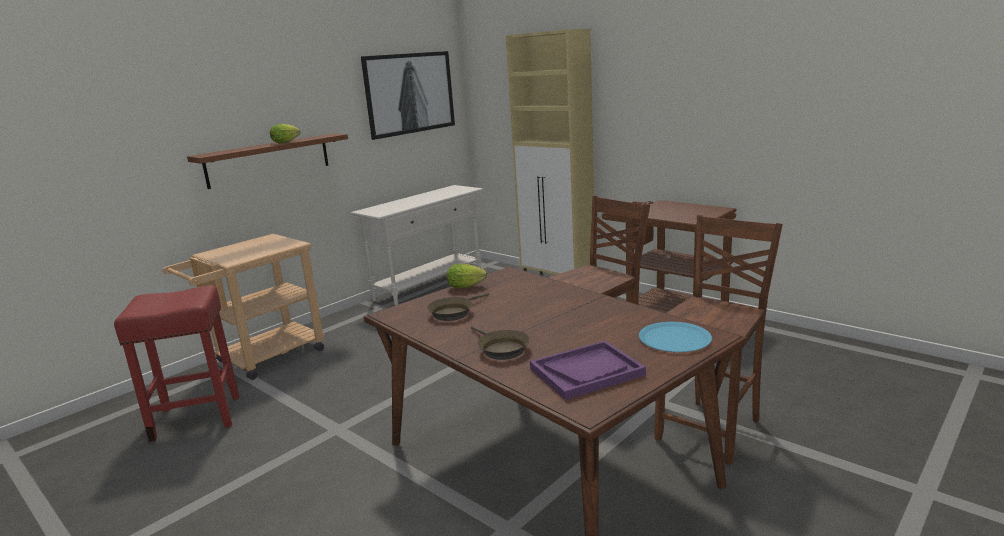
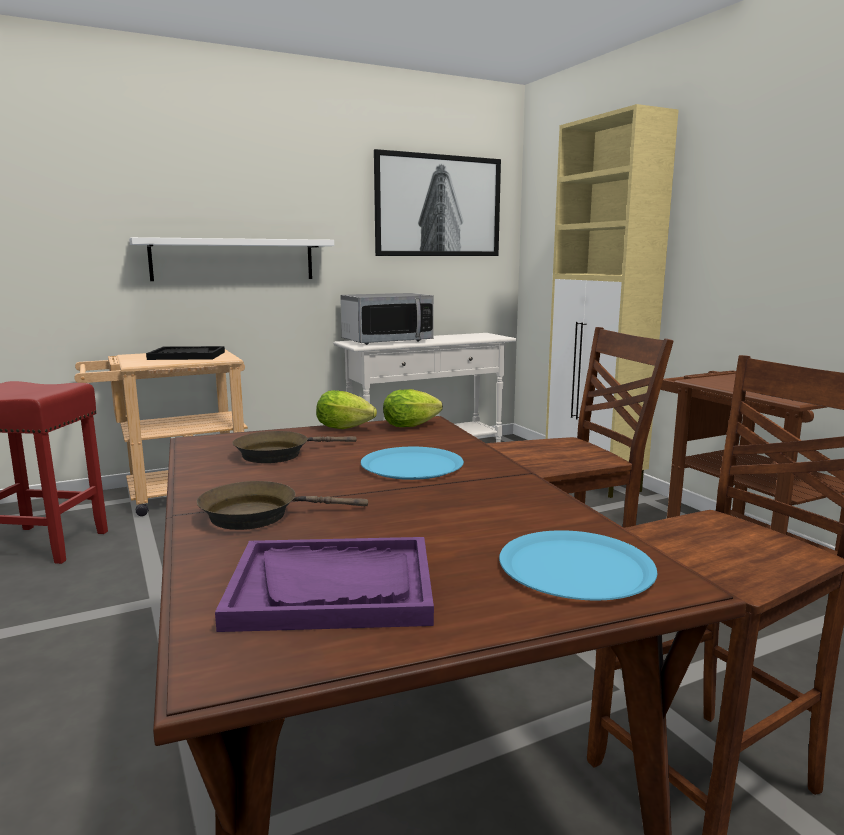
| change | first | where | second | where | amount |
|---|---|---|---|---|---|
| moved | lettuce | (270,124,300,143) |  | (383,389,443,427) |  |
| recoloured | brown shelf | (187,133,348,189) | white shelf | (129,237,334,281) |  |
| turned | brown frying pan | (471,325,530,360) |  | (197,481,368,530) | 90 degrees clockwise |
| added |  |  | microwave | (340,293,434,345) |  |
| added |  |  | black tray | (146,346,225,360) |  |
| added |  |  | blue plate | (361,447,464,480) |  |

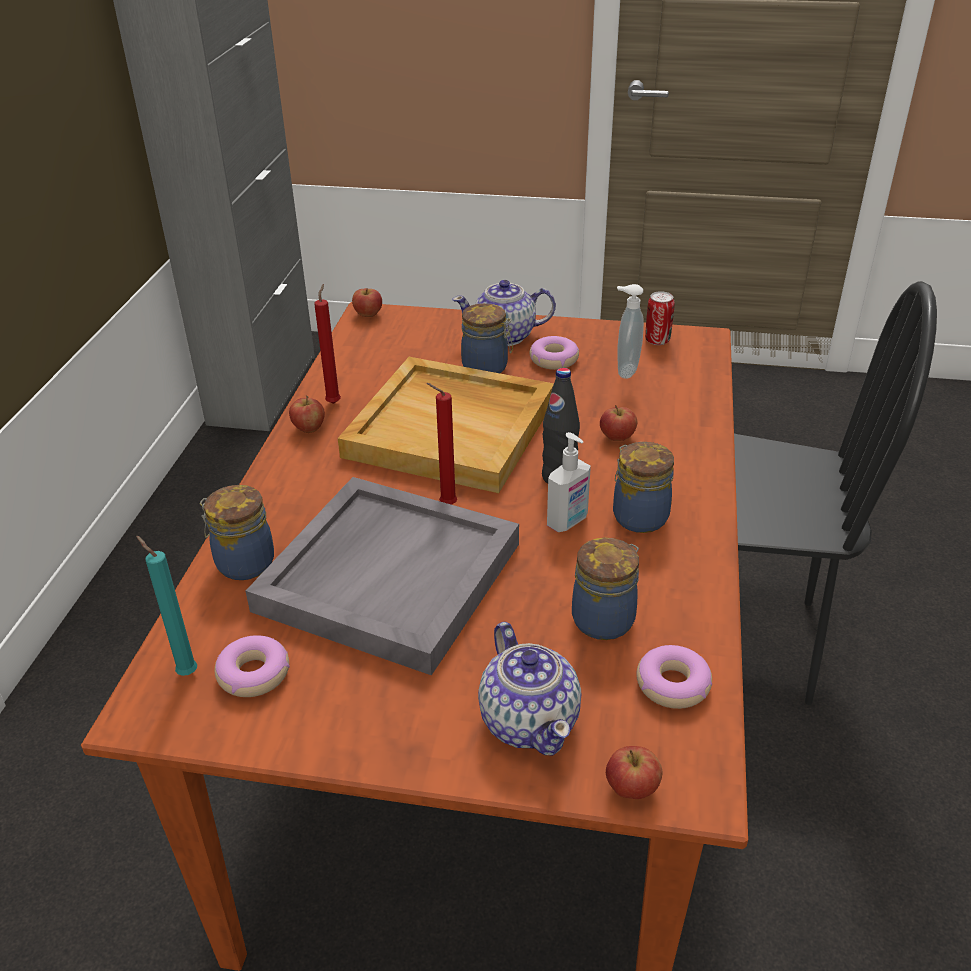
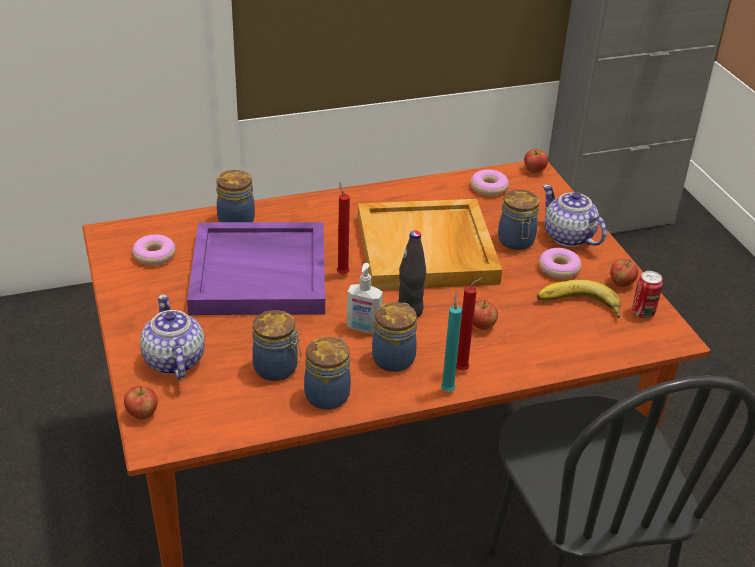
| change | first | where | second | where | amount |
|---|---|---|---|---|---|
| moved | red candle | (314,284,341,404) |  | (456,277,483,371) |  |
| replaced | soap dispenser | (617,284,644,379) | banana | (537,280,621,318) |  |
| moved | apple | (289,395,325,433) |  | (610,259,638,287) |  |
| recoloured | grey tray | (246,477,519,676) | purple tray | (187,222,325,315) |  |
| moved | turquoise candle | (136,536,197,676) |  | (441,292,462,392) |  |
| turned | teapot | (478,622,581,755) |  | (140,294,205,379) | 120 degrees clockwise |
| moved | donut | (636,645,712,709) |  | (471,170,509,196) |  |
| added |  |  | jar | (304,337,351,410) |  |

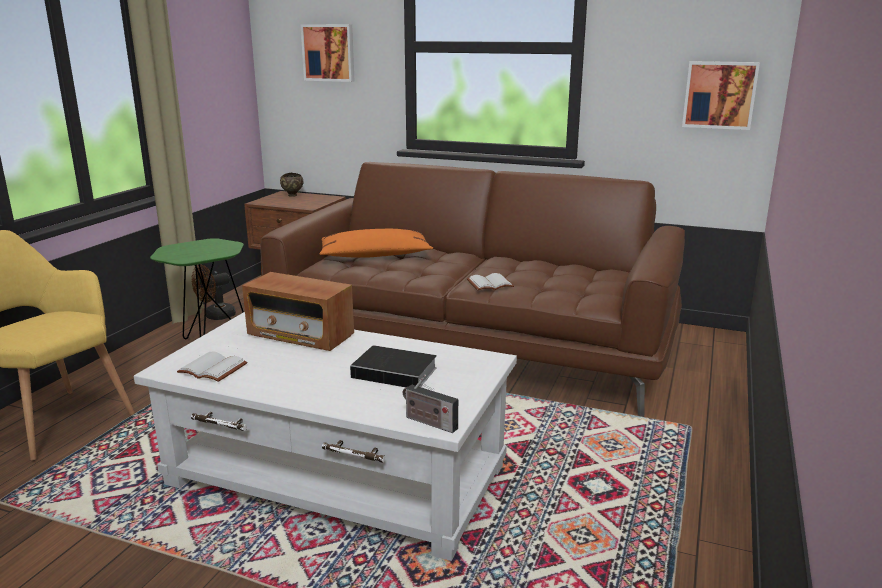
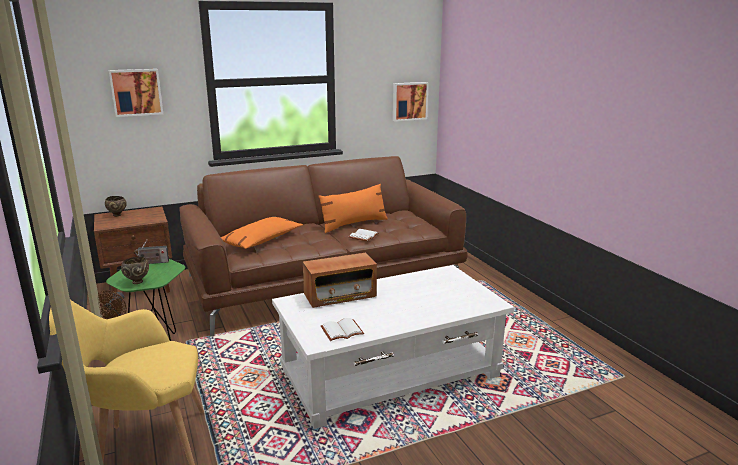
| change | first | where | second | where | amount |
|---|---|---|---|---|---|
| removed | book | (350,345,437,390) |  |  |  |
| moved | radio | (403,375,458,433) |  | (135,240,169,264) |  |
| added |  |  | orange pillow | (318,184,388,233) |  |
| added |  |  | brown bowl | (121,257,149,284) |  |

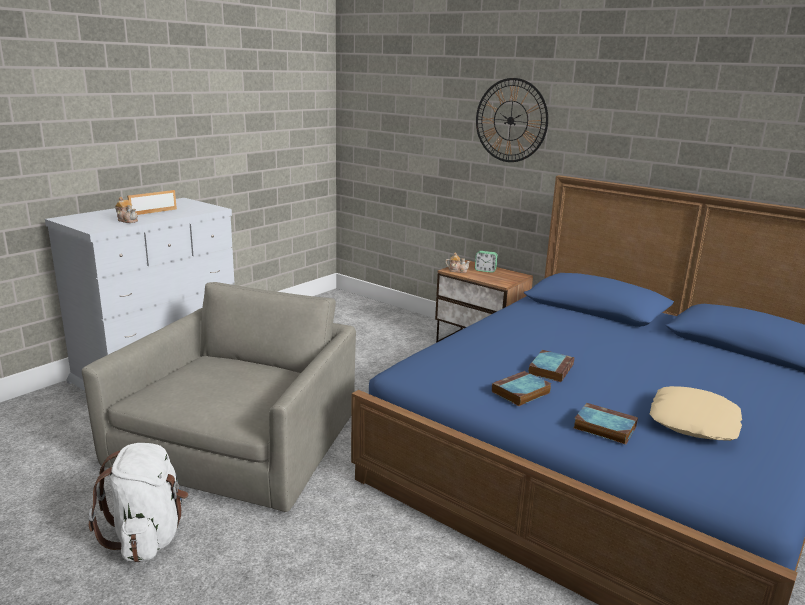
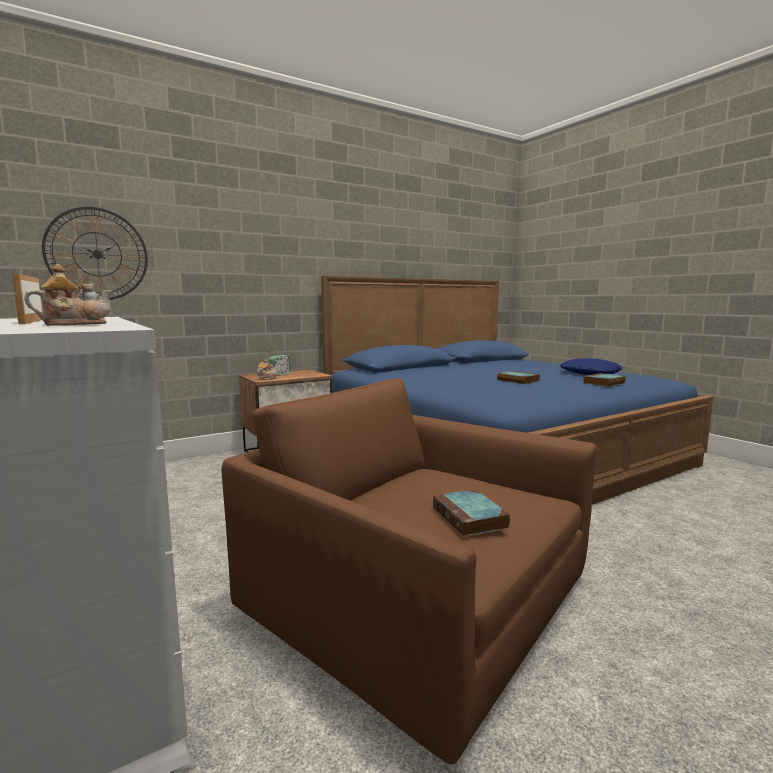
| change | first | where | second | where | amount |
|---|---|---|---|---|---|
| moved | wall clock | (476,78,548,162) |  | (42,207,148,300) |  |
| recoloured | grey armchair | (82,282,356,512) | brown armchair | (221,378,597,765) |  |
| moved | book | (492,371,551,406) |  | (433,489,511,537) |  |
| recoloured | beige pillow | (650,386,742,441) | blue pillow | (560,358,623,375) |  |
| removed | white backpack | (89,443,188,562) |  |  |  |

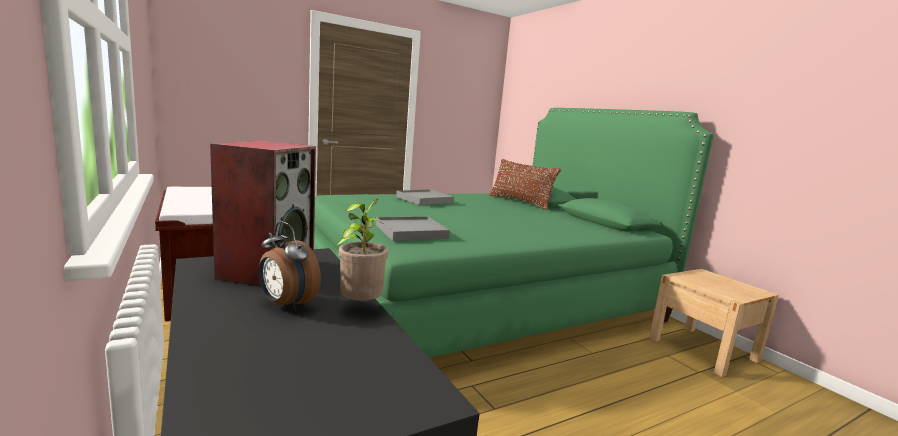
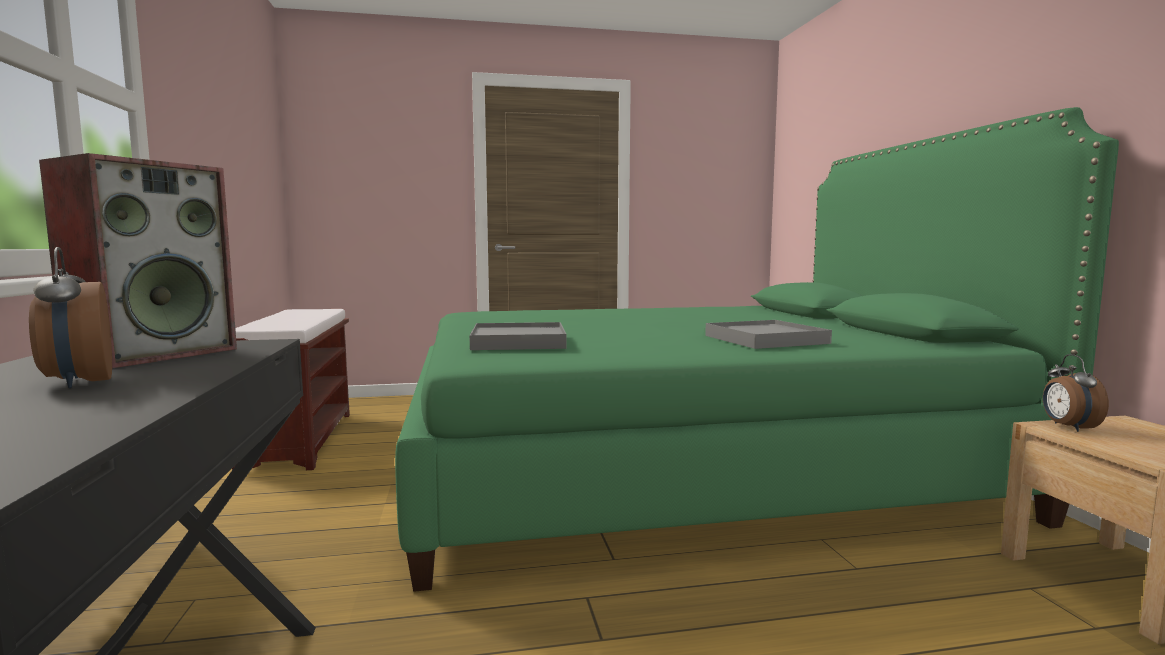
| change | first | where | second | where | amount |
|---|---|---|---|---|---|
| removed | brown pillow | (489,159,561,210) |  |  |  |
| moved | grey tray | (396,189,454,205) |  | (705,320,832,349) |  |
| removed | potted plant | (337,198,388,301) |  |  |  |
| added |  |  | alarm clock | (1043,354,1109,432) |  |

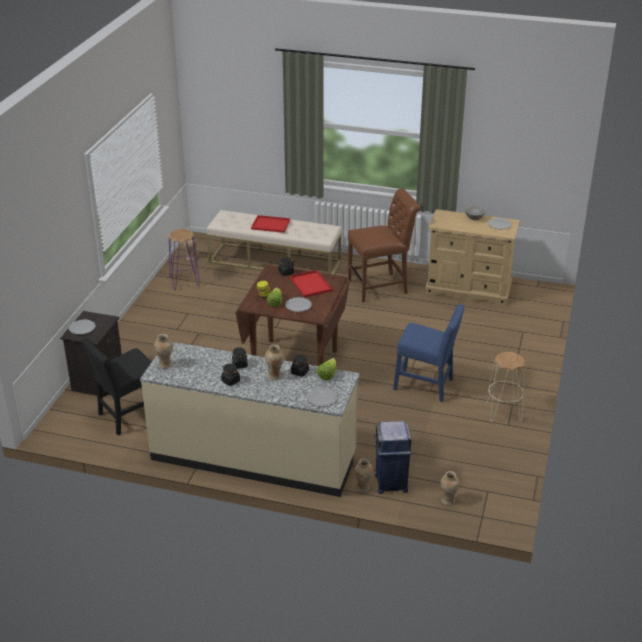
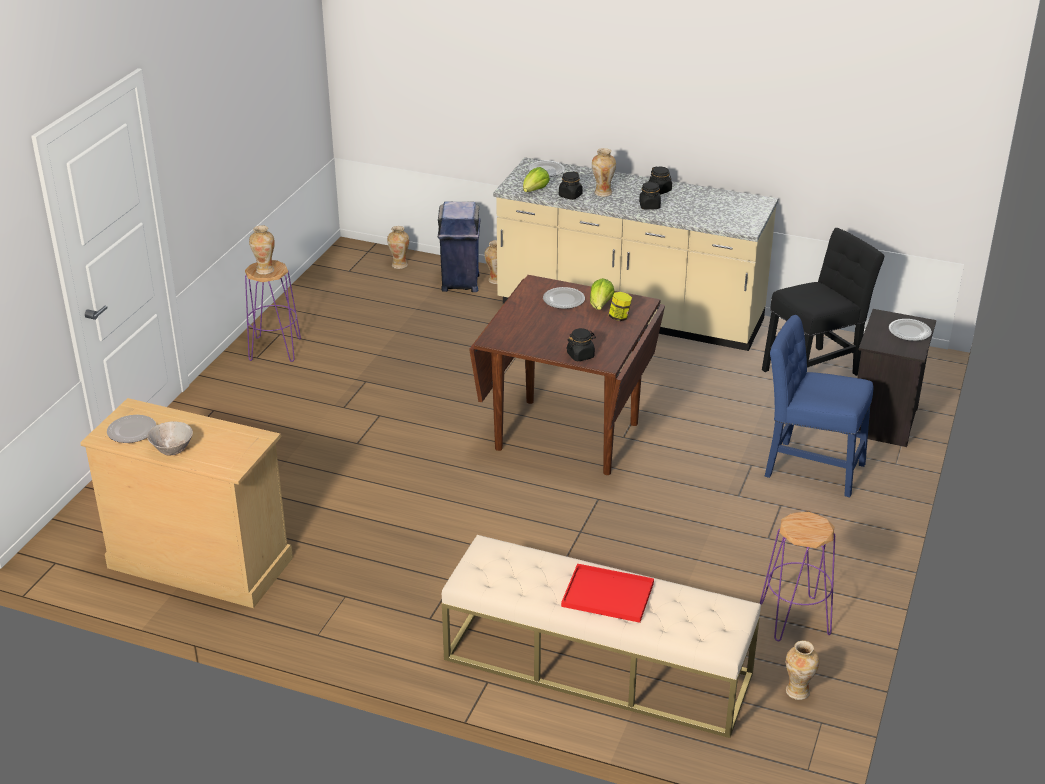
| change | first | where | second | where | amount |
|---|---|---|---|---|---|
| removed | brown chair | (348,188,420,302) |  |  |  |
| removed | red tray | (290,270,332,298) |  |  |  |
| moved | blue chair | (393,304,464,402) |  | (765,315,873,497) |  |
| moved | vase | (154,334,173,369) |  | (249,225,275,275) |  |
| recoloured | beige stool | (485,352,525,422) | purple stool | (245,260,301,362) |  |

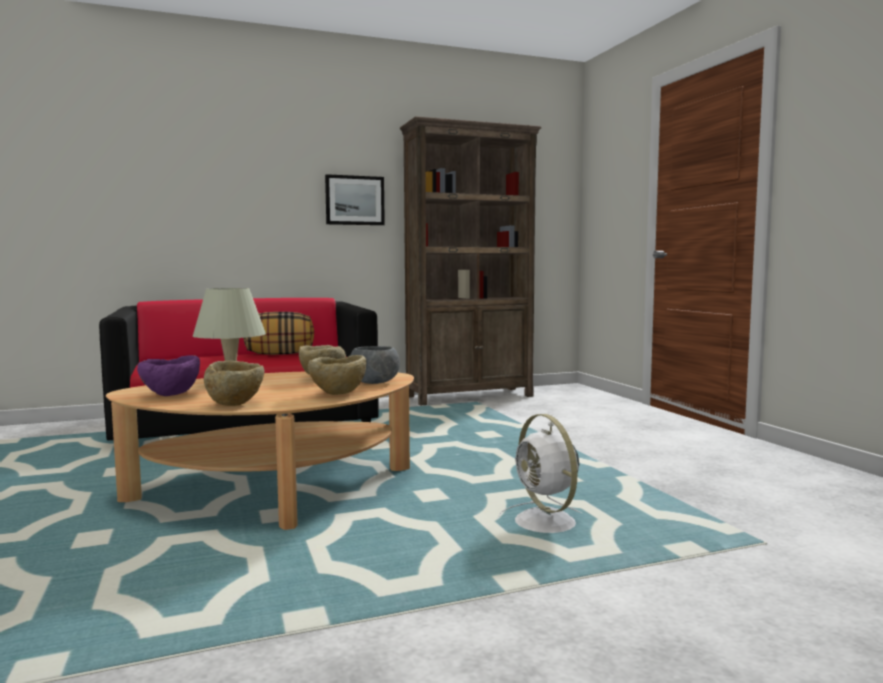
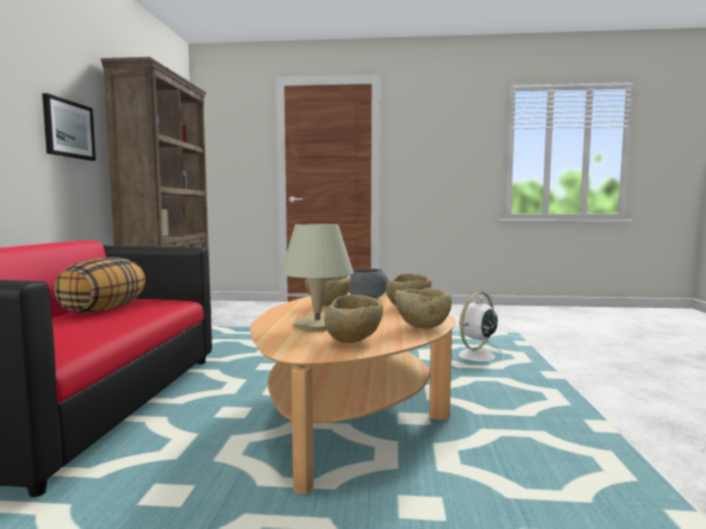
| change | first | where | second | where | amount |
|---|---|---|---|---|---|
| recoloured | purple bowl | (137,355,200,396) | beige bowl | (324,294,383,343) |  |
| turned | white fan | (498,414,582,533) |  | (458,292,504,362) | 135 degrees clockwise |

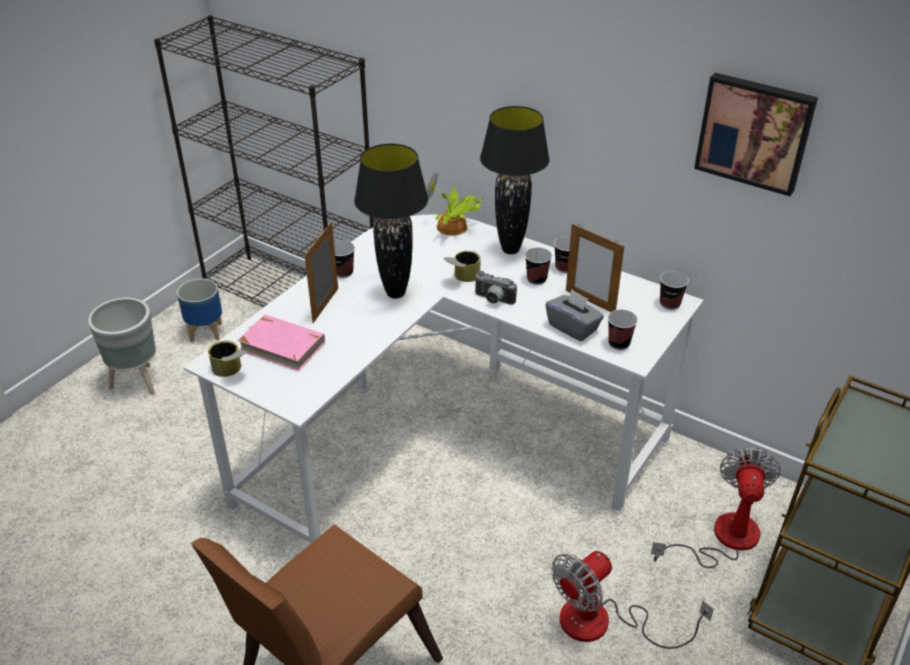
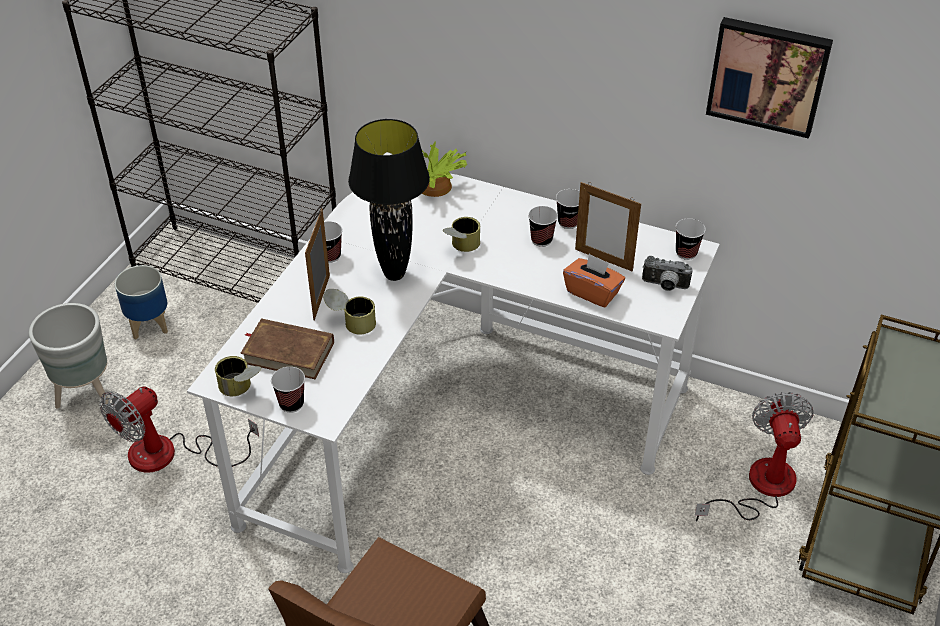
| change | first | where | second | where | amount |
|---|---|---|---|---|---|
| removed | black table lamp | (480,106,550,254) |  |  |  |
| moved | photo camera | (474,271,517,305) |  | (642,256,693,291) |  |
| recoloured | grey tissue box | (546,289,604,341) | orange tissue box | (563,253,625,307) |  |
| moved | cup | (608,309,638,350) |  | (271,367,305,413) |  |
| recoloured | pink book | (237,314,325,371) | brown book | (240,318,334,379) |  |
| moved | fan | (551,551,714,649) |  | (100,386,259,473) |  |
| added |  |  | can | (323,289,376,334) |  |

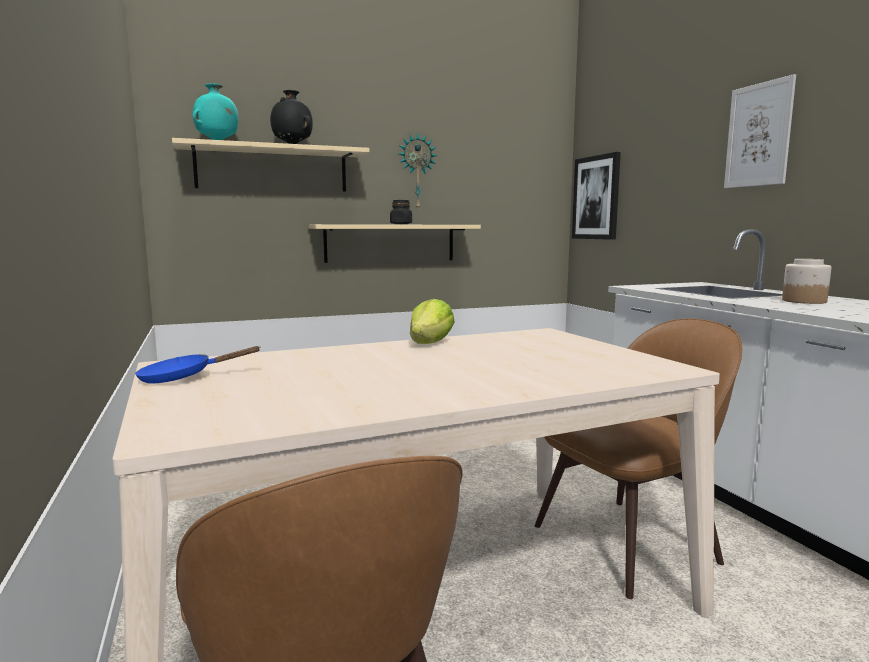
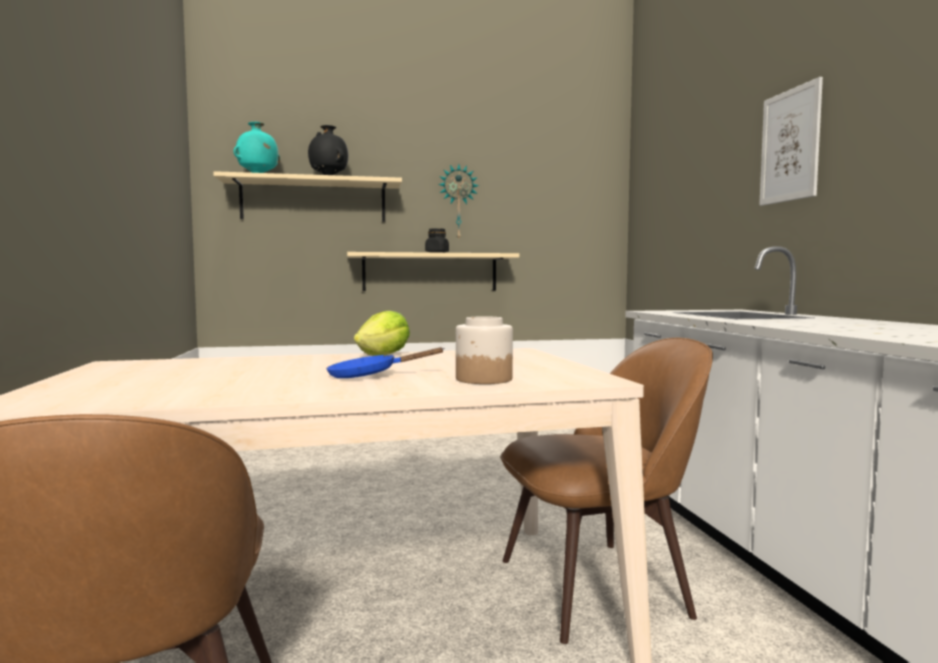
| change | first | where | second | where | amount |
|---|---|---|---|---|---|
| removed | picture | (572,152,621,240) |  |  |  |
| moved | jar | (782,259,831,304) |  | (456,316,513,384) |  |
| moved | blue frying pan | (135,346,261,384) |  | (326,347,445,378) |  |

